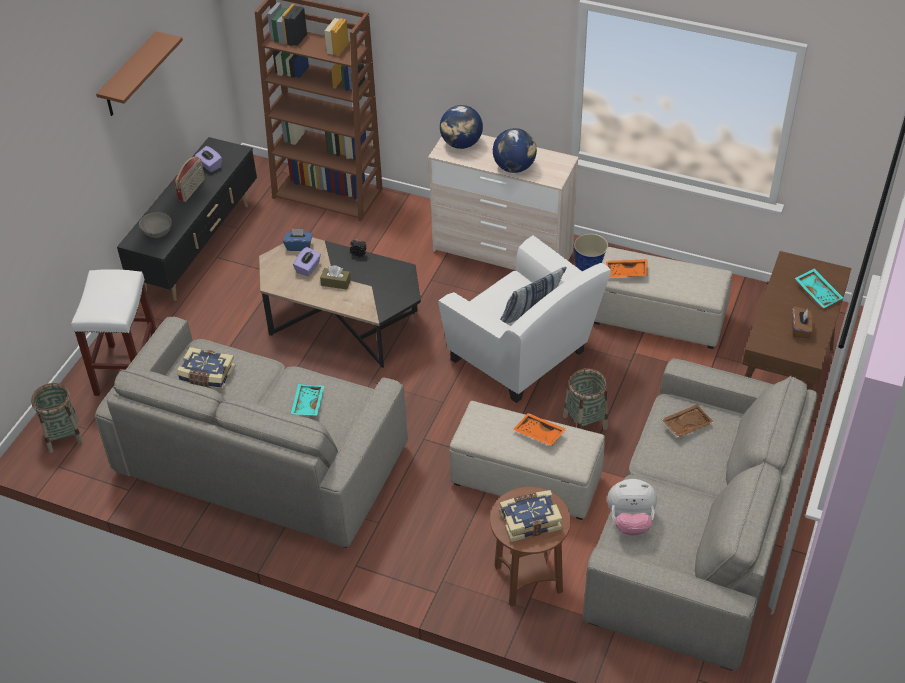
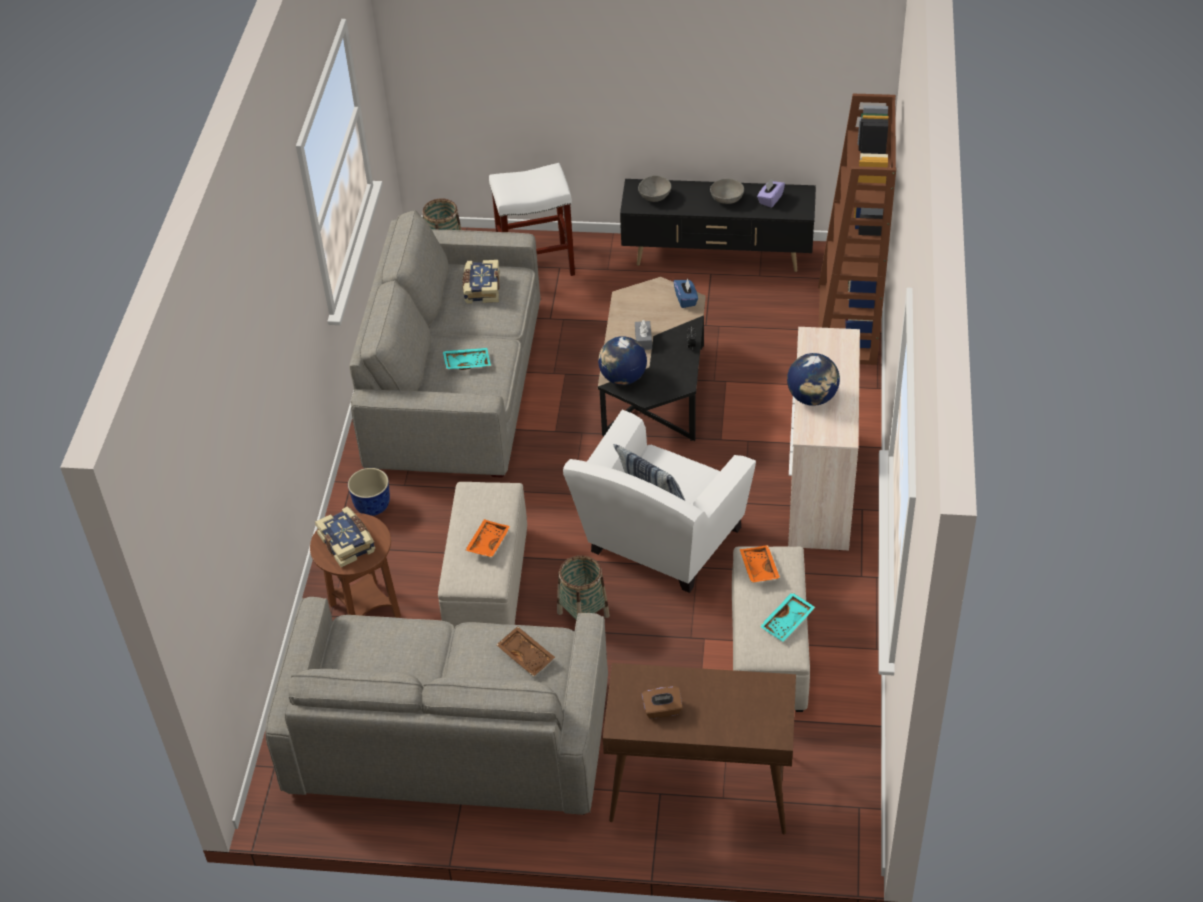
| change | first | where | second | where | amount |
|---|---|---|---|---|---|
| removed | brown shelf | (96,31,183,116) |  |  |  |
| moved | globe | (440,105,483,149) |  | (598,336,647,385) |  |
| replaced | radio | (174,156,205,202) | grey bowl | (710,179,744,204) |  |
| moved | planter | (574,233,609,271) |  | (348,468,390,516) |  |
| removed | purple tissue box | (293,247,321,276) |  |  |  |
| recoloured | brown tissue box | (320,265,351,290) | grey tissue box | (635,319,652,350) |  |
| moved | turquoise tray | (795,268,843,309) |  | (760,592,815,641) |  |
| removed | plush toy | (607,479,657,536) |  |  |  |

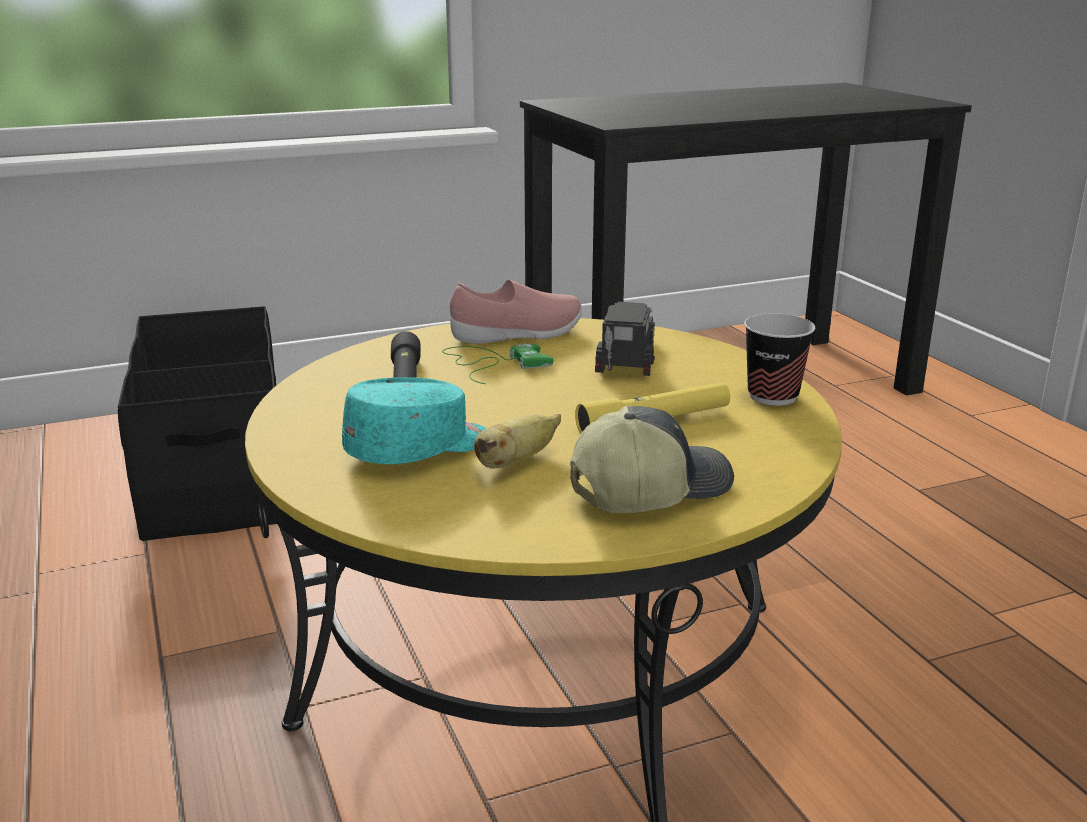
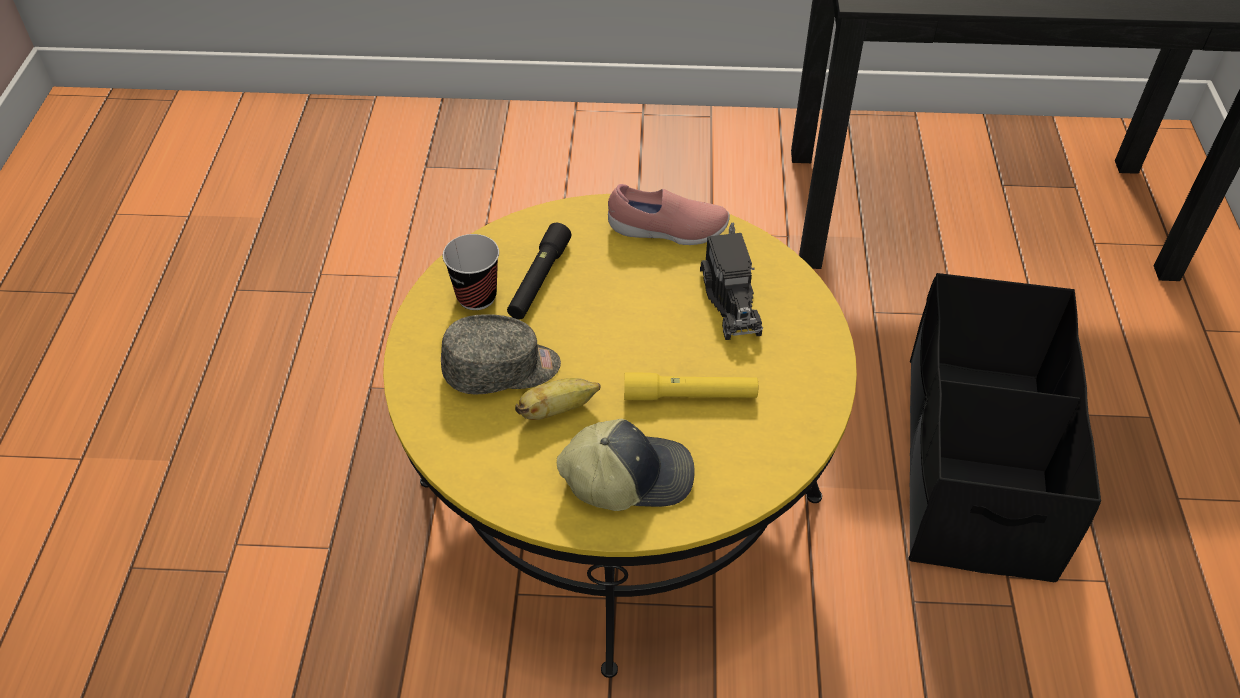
| change | first | where | second | where | amount |
|---|---|---|---|---|---|
| turned | toy truck | (595,302,655,376) |  | (700,222,763,340) | 135 degrees clockwise |
| moved | black storage box | (118,306,277,541) |  | (908,273,1101,582) |  |
| moved | cup | (744,313,815,406) |  | (443,234,499,310) |  |
| removed | green game controller | (442,343,553,384) |  |  |  |
| recoloured | turquoise cap | (342,377,486,464) | grey cap | (441,314,561,395) |  |

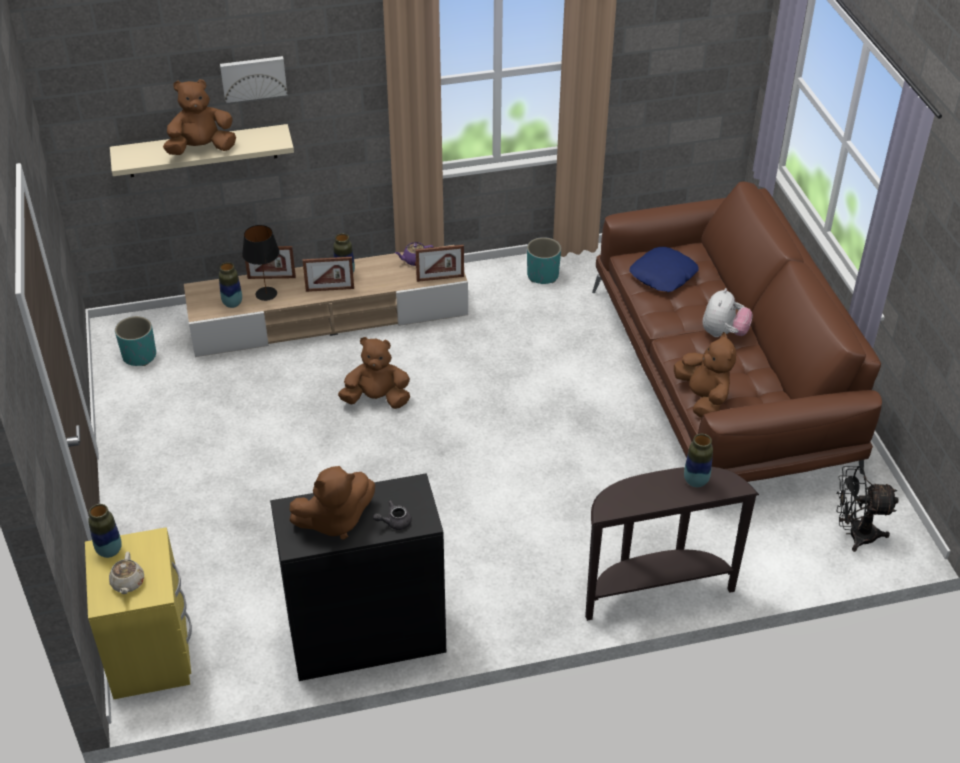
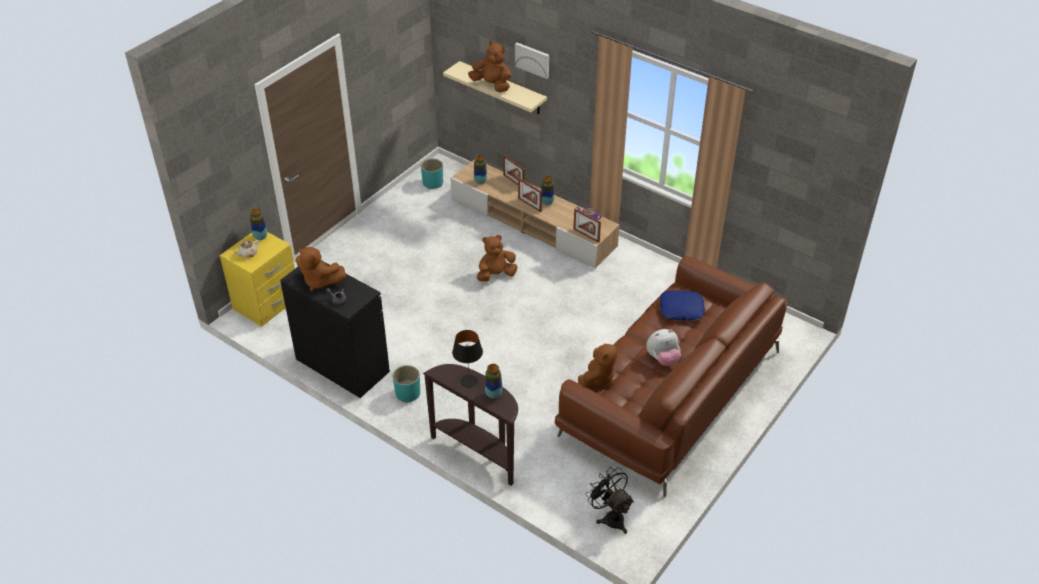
| change | first | where | second | where | amount |
|---|---|---|---|---|---|
| moved | black table lamp | (242,225,280,301) |  | (452,330,483,388) |  |
| moved | turquoise planter | (527,237,561,284) |  | (393,365,420,403) |  |
| turned | brown plush toy | (338,337,410,409) |  | (477,235,517,282) | 75 degrees counterclockwise |

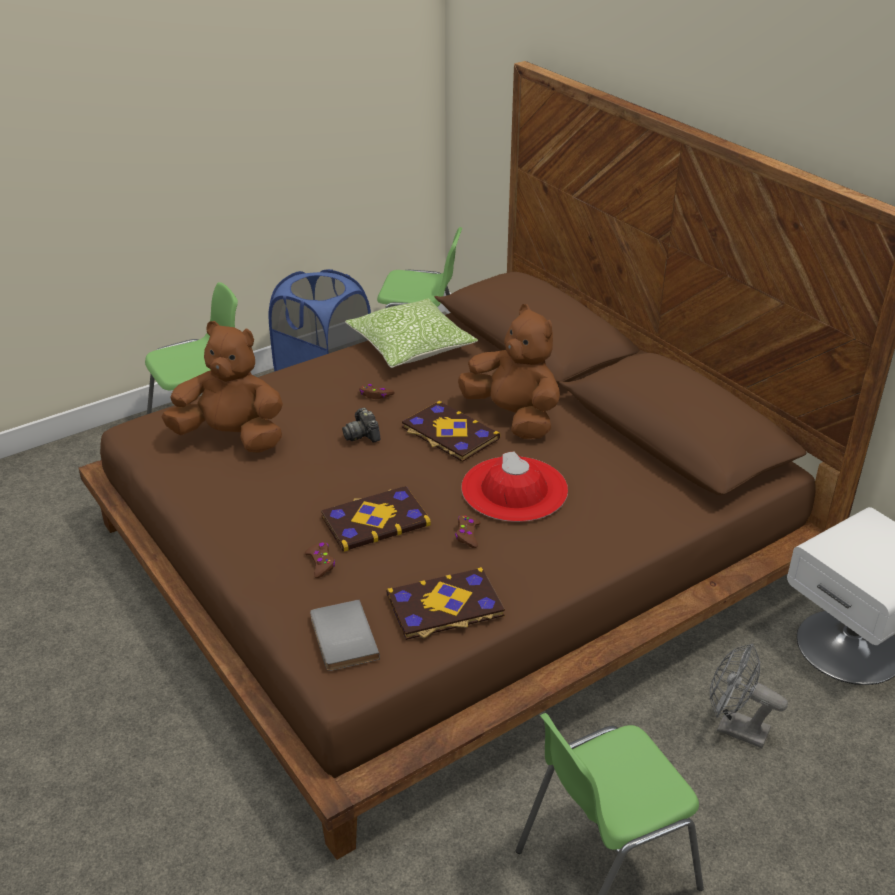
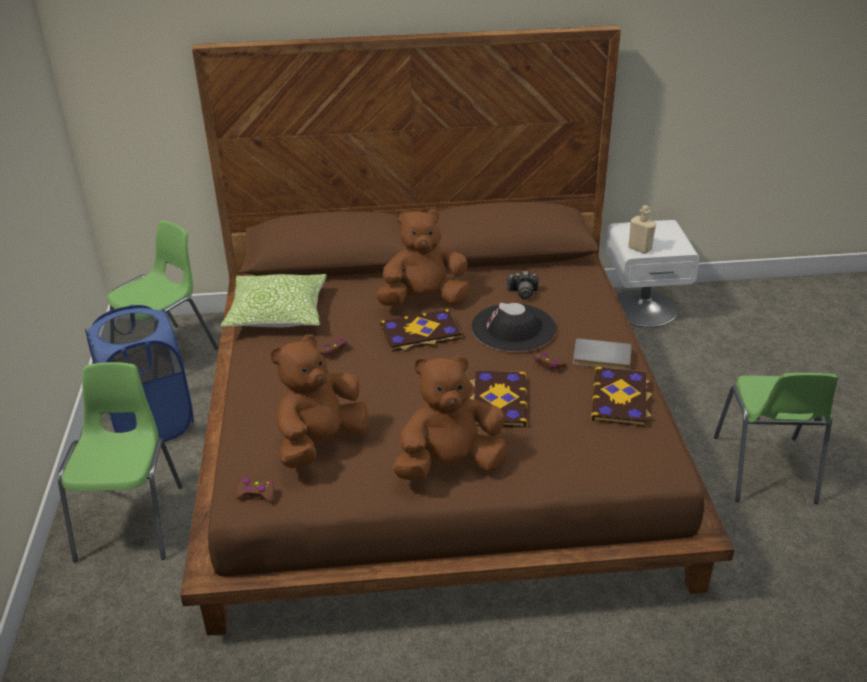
| change | first | where | second | where | amount |
|---|---|---|---|---|---|
| moved | photo camera | (342,407,380,443) |  | (507,271,538,299) |  |
| recoloured | red hat | (461,452,568,522) | black hat | (471,303,556,352) |  |
| moved | brown game controller | (305,542,335,578) |  | (235,478,274,502) |  |
| moved | grey book | (310,599,380,671) |  | (573,338,632,370) |  |
| removed | grey fan | (710,643,788,748) |  |  |  |
| added |  |  | beige bottle | (628,205,656,254) |  |
| added |  |  | brown plush toy | (392,355,508,481) |  |

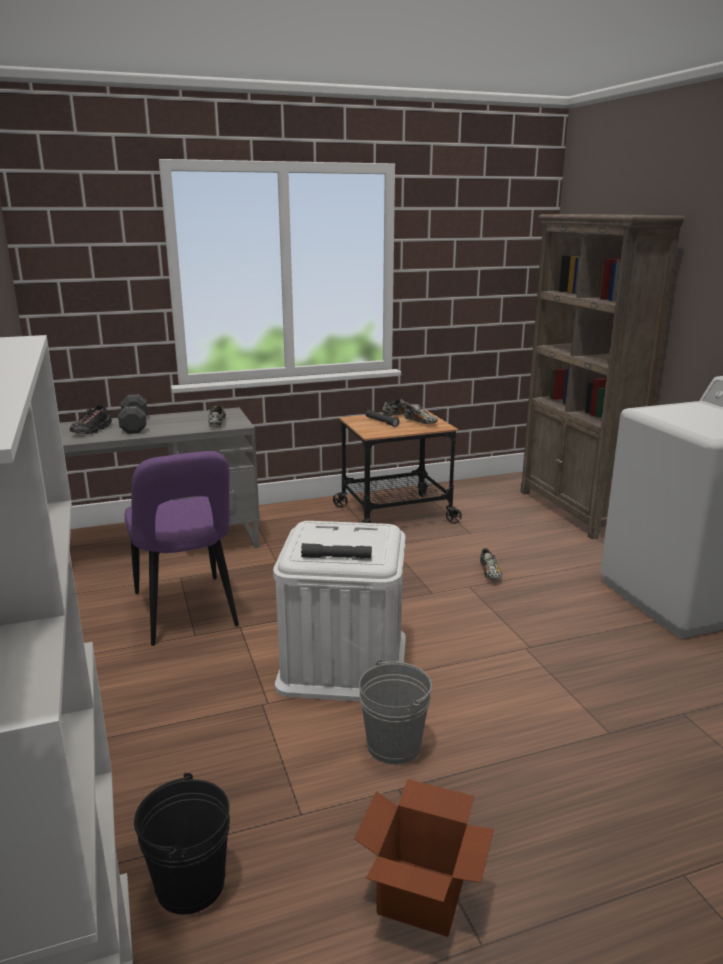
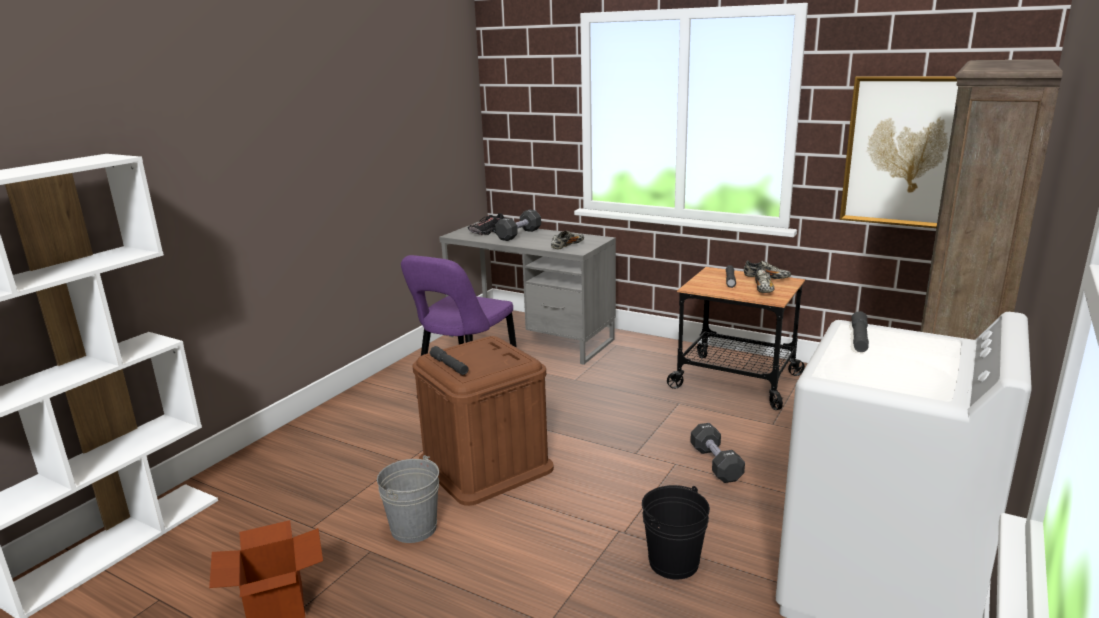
| change | first | where | second | where | amount |
|---|---|---|---|---|---|
| recoloured | white storage box | (273,521,406,702) | brown storage box | (413,336,554,506) |  |
| replaced | shoe | (480,548,502,580) | black dumbbell | (690,423,745,483) |  |
| moved | black bucket | (134,773,230,915) |  | (642,485,710,580) |  |
| added |  |  | picture | (840,76,958,228) |  |
| added |  |  | grey flashlight | (851,311,869,352) |  |

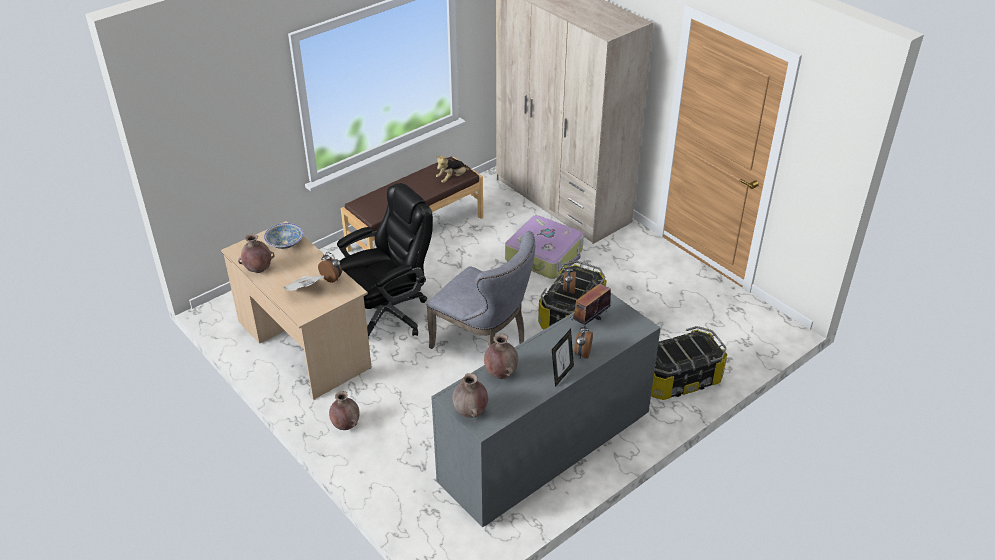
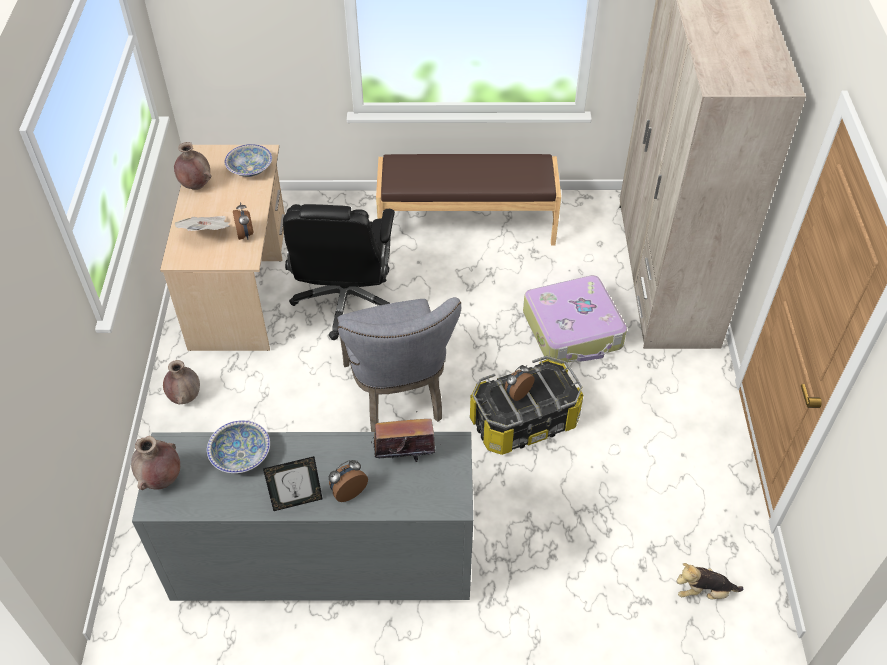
| change | first | where | second | where | amount |
|---|---|---|---|---|---|
| moved | plush toy | (436,156,471,183) |  | (676,563,743,599) |  |
| turned | black office chair | (337,183,433,340) |  | (283,204,395,340) | 90 degrees clockwise |
| removed | storage box | (651,326,727,400) |  |  |  |
| replaced | brown vase | (484,334,518,379) | bowl | (207,420,270,473) |  |

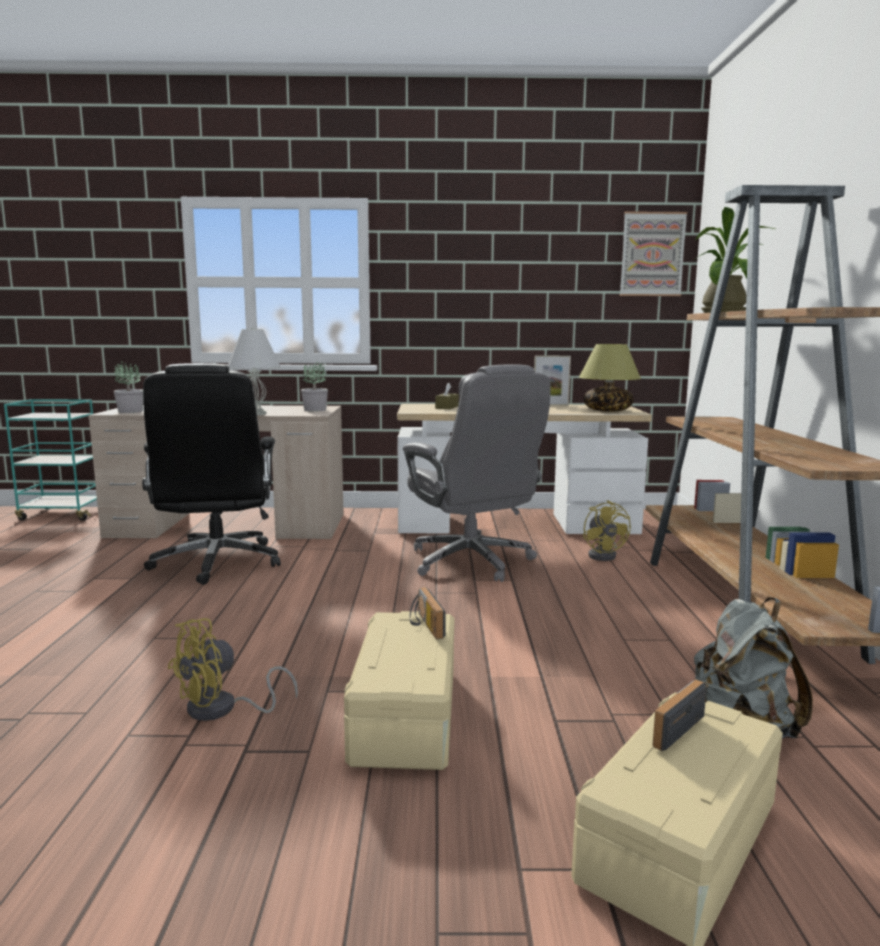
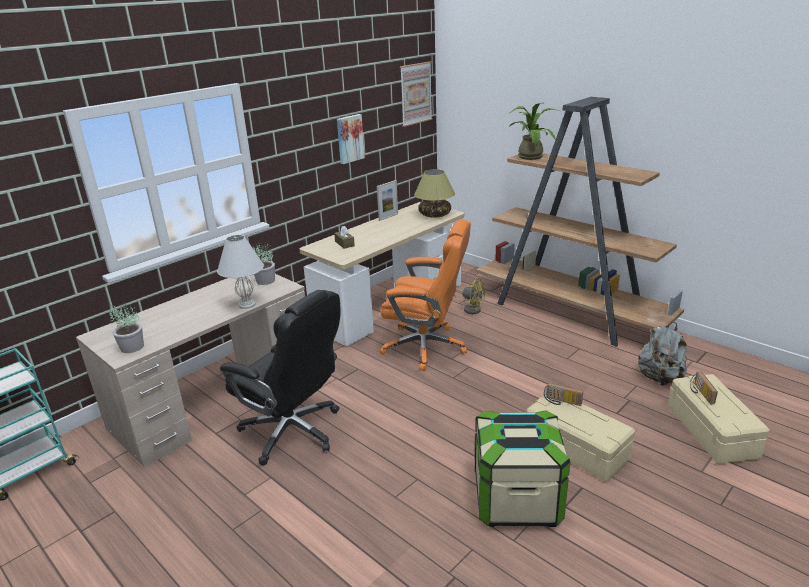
| change | first | where | second | where | amount |
|---|---|---|---|---|---|
| recoloured | grey office chair | (403,365,551,582) | orange office chair | (379,219,471,371) |  |
| replaced | yellow fan | (167,618,298,721) | storage box | (475,410,570,527) |  |
| added |  |  | picture | (337,114,365,164) |  |

